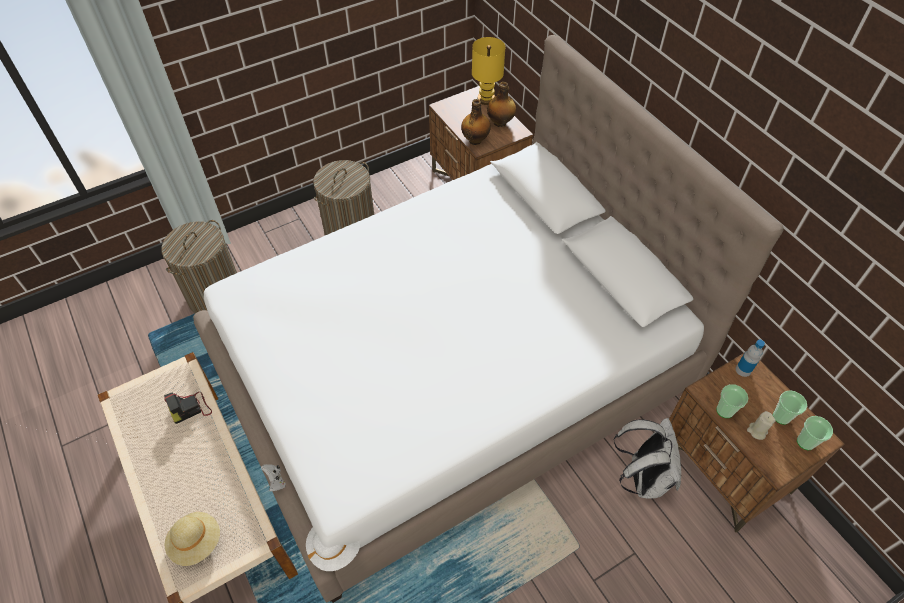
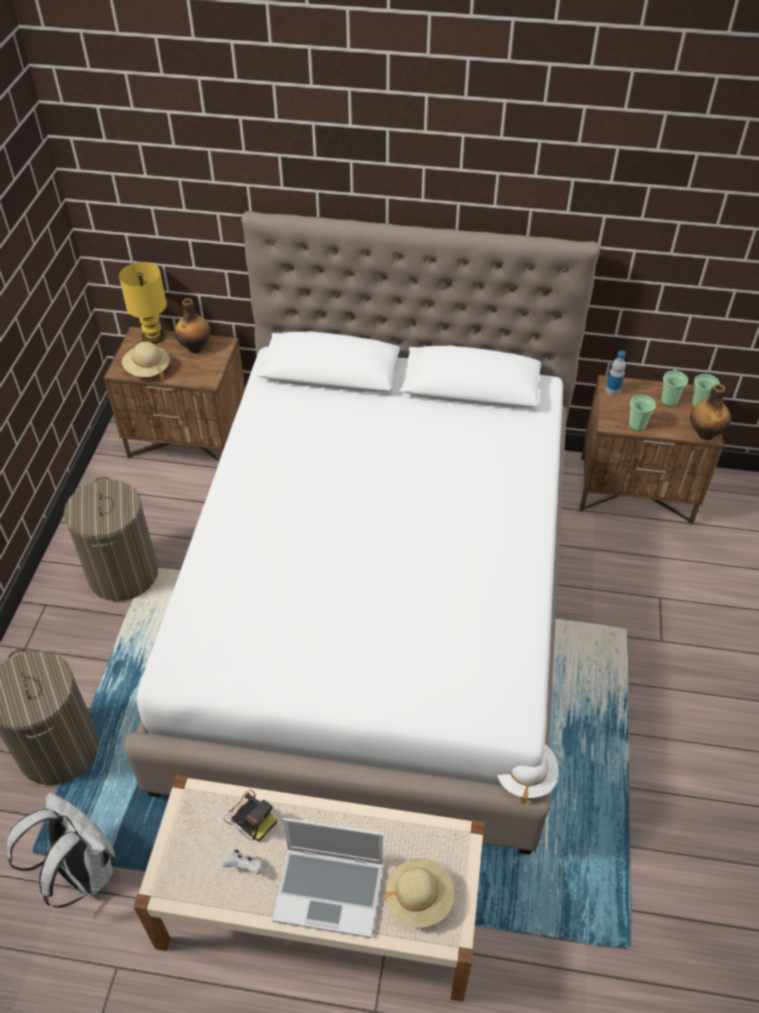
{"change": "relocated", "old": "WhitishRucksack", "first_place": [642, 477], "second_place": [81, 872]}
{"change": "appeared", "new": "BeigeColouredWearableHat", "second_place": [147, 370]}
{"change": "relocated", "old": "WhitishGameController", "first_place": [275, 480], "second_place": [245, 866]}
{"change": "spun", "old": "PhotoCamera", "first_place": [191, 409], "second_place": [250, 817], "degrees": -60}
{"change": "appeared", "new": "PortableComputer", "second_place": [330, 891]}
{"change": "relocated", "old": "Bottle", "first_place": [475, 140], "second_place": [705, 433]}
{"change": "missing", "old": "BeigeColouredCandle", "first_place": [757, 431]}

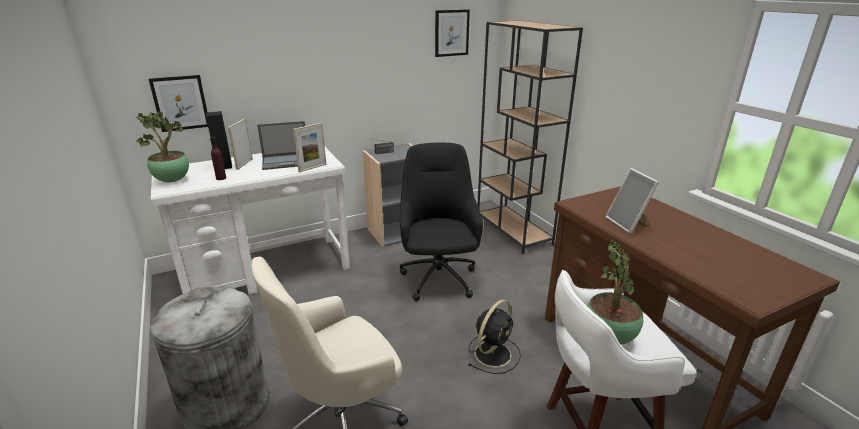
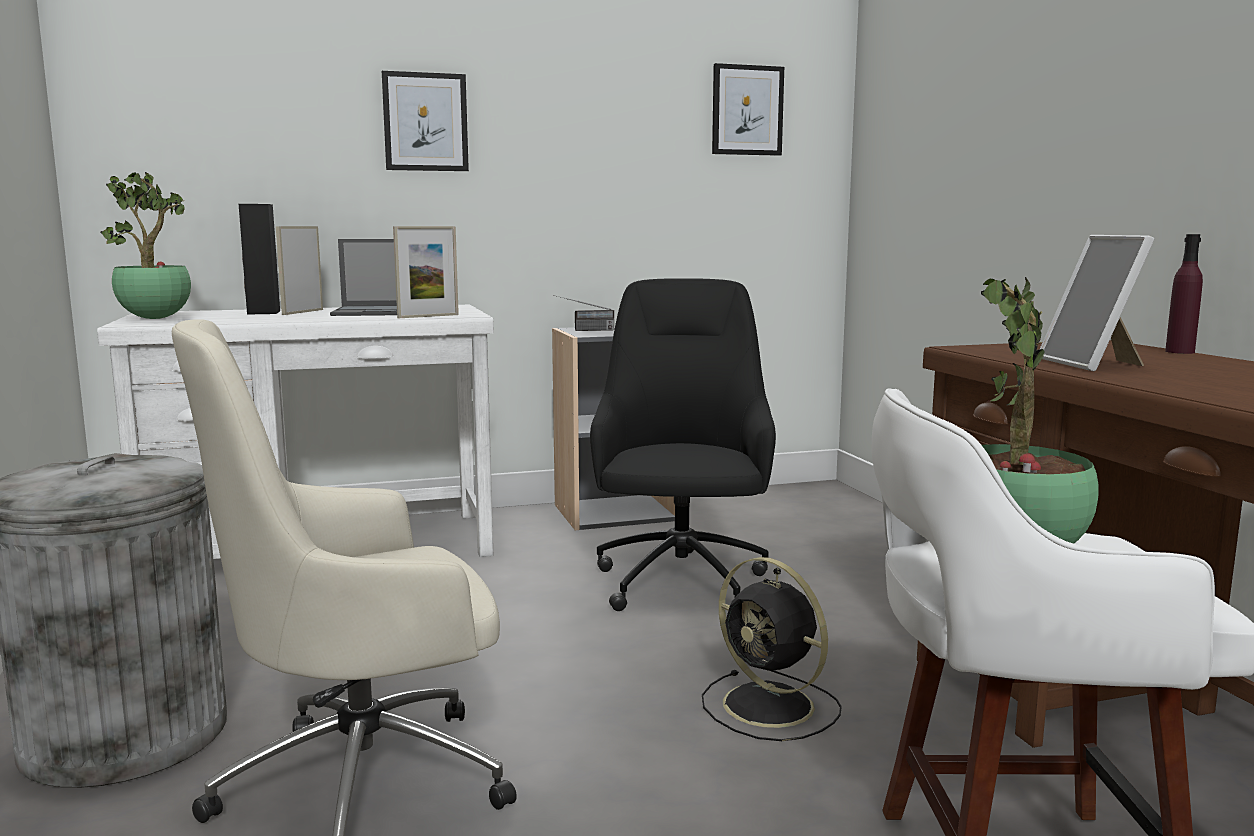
{"change": "relocated", "old": "Picture", "first_place": [180, 103], "second_place": [425, 122]}
{"change": "spun", "old": "BlackishElectricFan", "first_place": [493, 353], "second_place": [771, 707], "degrees": 90}
{"change": "relocated", "old": "PurpleBottle", "first_place": [221, 178], "second_place": [1179, 352]}
{"change": "missing", "old": "ShelvingUnit", "first_place": [514, 231]}

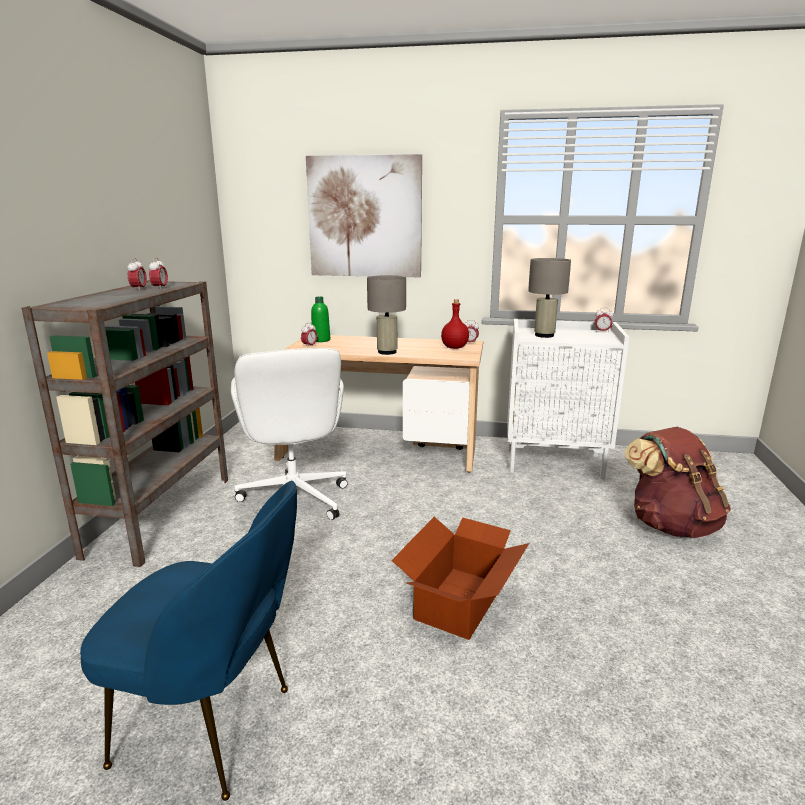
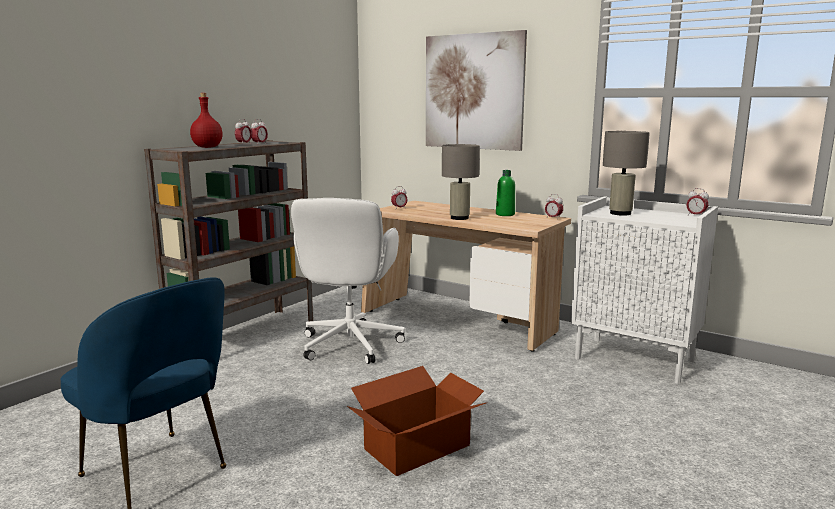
{"change": "relocated", "old": "ReddishBottle", "first_place": [455, 347], "second_place": [207, 147]}
{"change": "relocated", "old": "GreenBottle", "first_place": [321, 340], "second_place": [505, 214]}
{"change": "missing", "old": "BrownColouredRucksack", "first_place": [671, 525]}

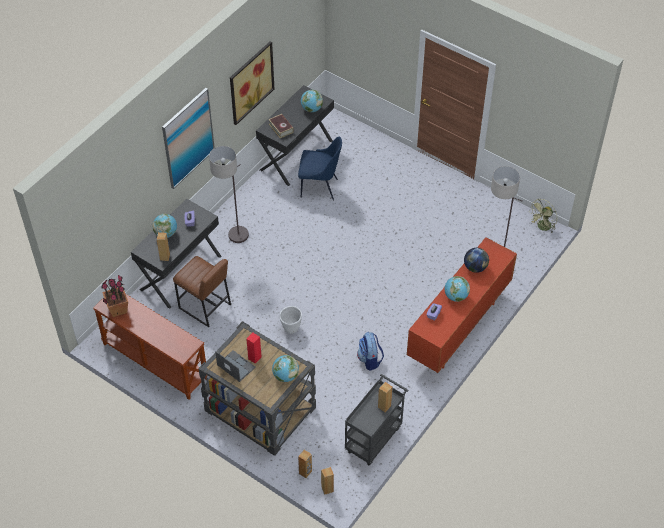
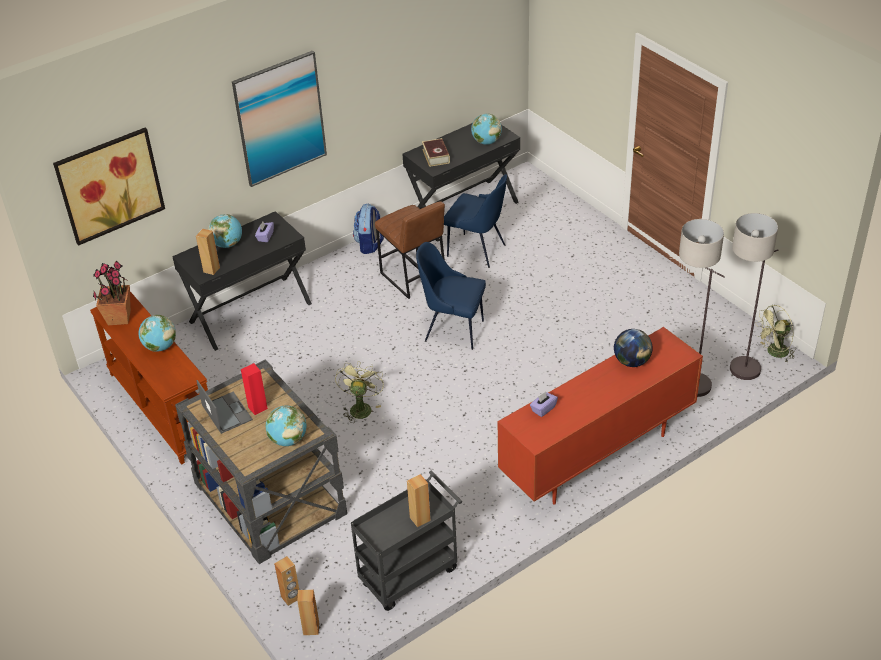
{"change": "relocated", "old": "Picture", "first_place": [251, 82], "second_place": [110, 185]}
{"change": "relocated", "old": "DeskGlobe", "first_place": [456, 296], "second_place": [160, 347]}
{"change": "exchanged", "old": "WhitishFlowerPot", "new": "GreenElectricFan", "first_place": [291, 329], "second_place": [360, 407]}
{"change": "relocated", "old": "Rucksack", "first_place": [370, 359], "second_place": [369, 245]}
{"change": "relocated", "old": "BrownColouredUprightChair", "first_place": [205, 306], "second_place": [414, 277]}
{"change": "appeared", "new": "BlueUprightChair", "second_place": [453, 331]}
{"change": "relocated", "old": "GrayFloorLamp", "first_place": [233, 238], "second_place": [737, 372]}

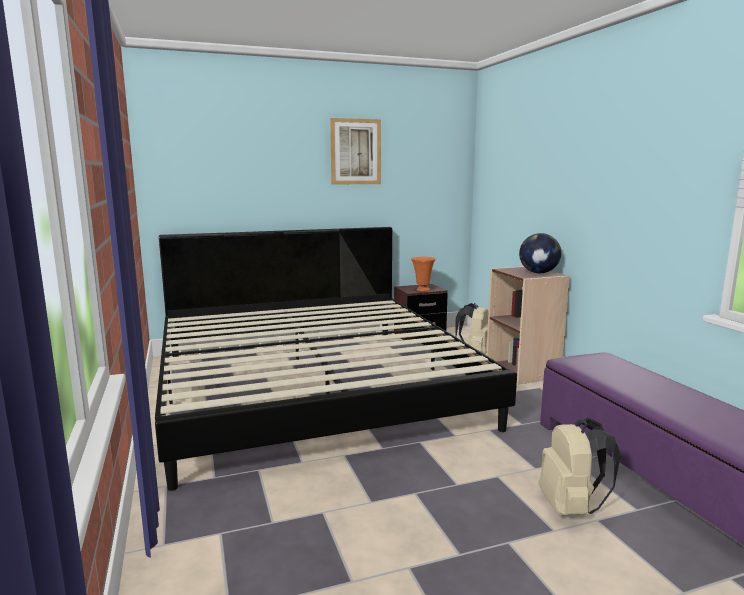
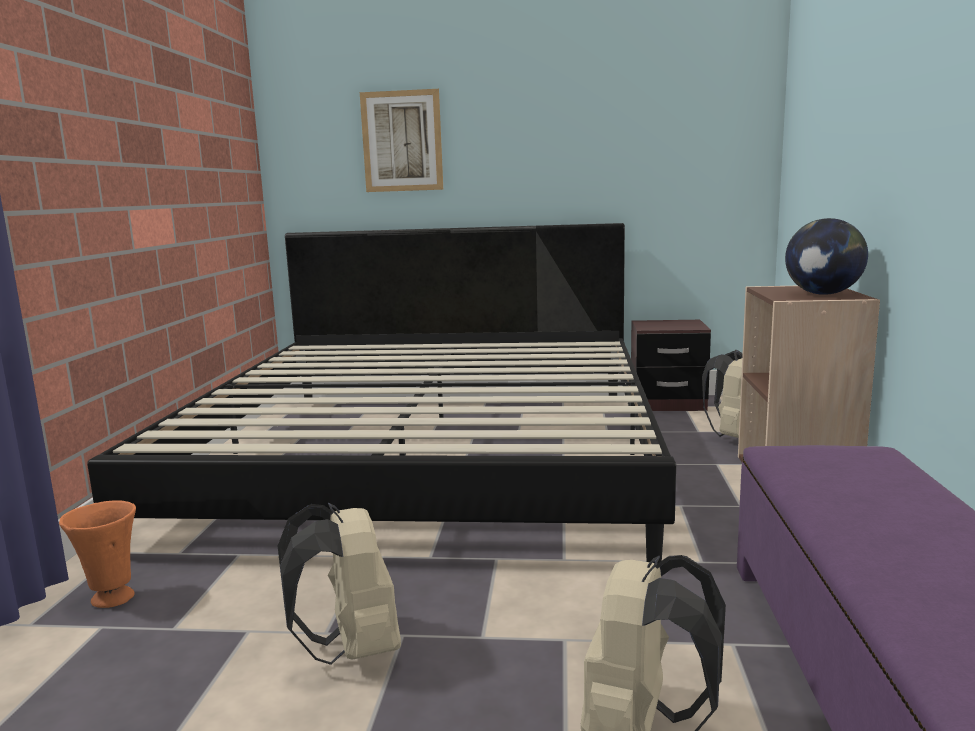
{"change": "relocated", "old": "OrangeFlowerVase", "first_place": [422, 290], "second_place": [111, 598]}
{"change": "appeared", "new": "BeigeColouredRucksack", "second_place": [351, 649]}
{"change": "relocated", "old": "Picture", "first_place": [355, 152], "second_place": [402, 141]}

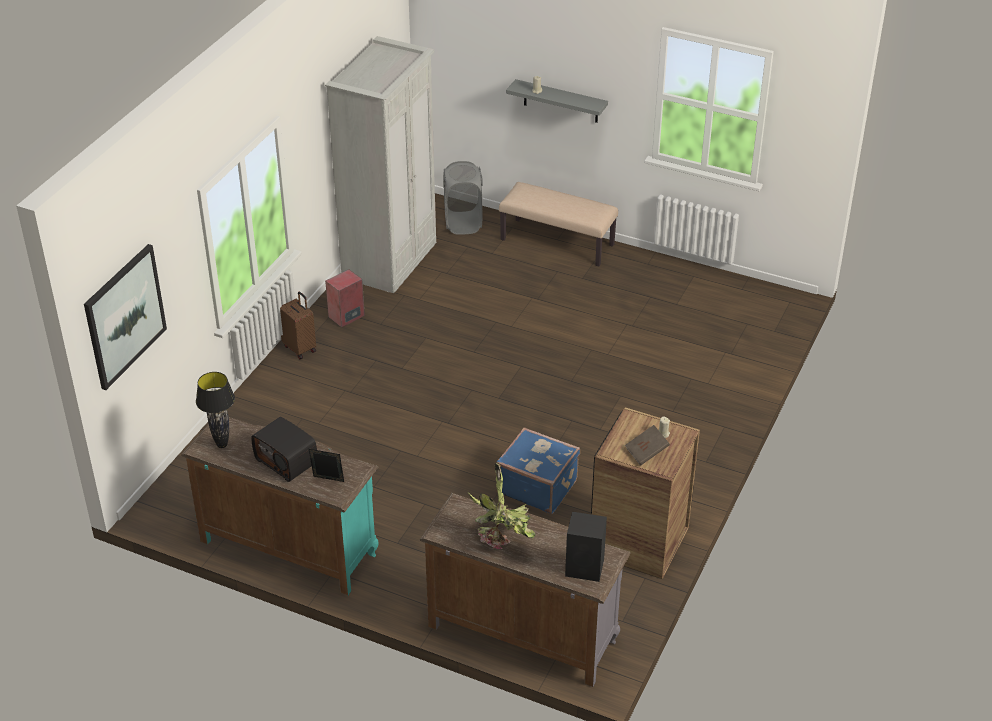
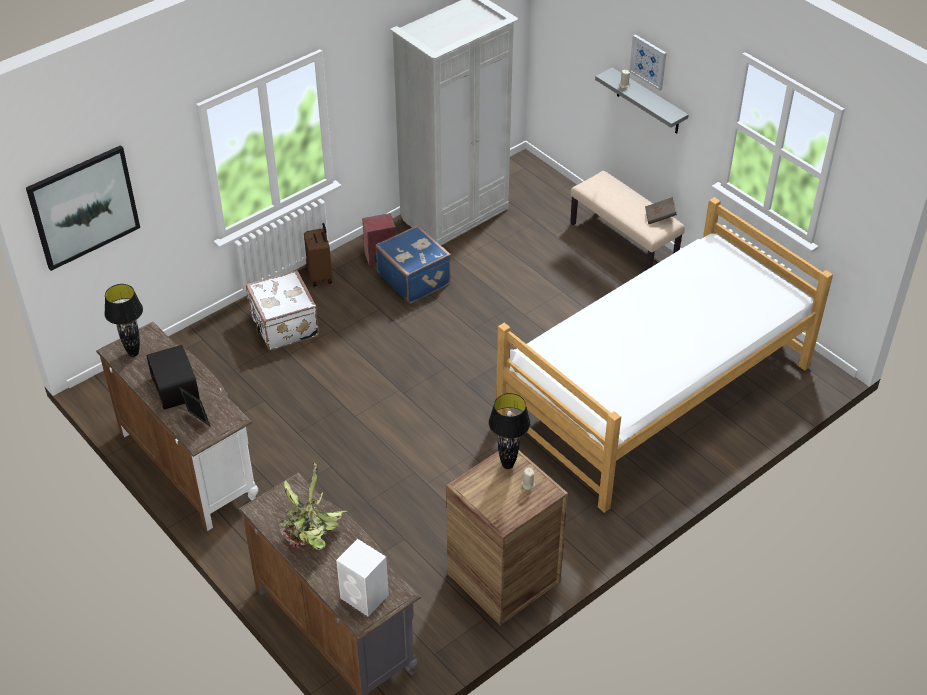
{"change": "colour", "old": "TurquoiseColouredChestOfDrawers", "new": "WhitishChestOfDrawers", "first_place": [289, 545], "second_place": [189, 463]}
{"change": "appeared", "new": "WhitishSuitcase", "second_place": [283, 326]}
{"change": "colour", "old": "BlackishAudioSpeaker", "new": "WhitishAudioSpeaker", "first_place": [585, 568], "second_place": [365, 597]}
{"change": "relocated", "old": "BlueSuitcase", "first_place": [537, 486], "second_place": [414, 278]}
{"change": "appeared", "new": "BlackishTabletopLamp", "second_place": [508, 465]}
{"change": "appeared", "new": "SleepingBed", "second_place": [656, 392]}
{"change": "appeared", "new": "Picture", "second_place": [648, 62]}
{"change": "relocated", "old": "BrownColouredVolume", "first_place": [646, 452], "second_place": [660, 217]}
{"change": "missing", "old": "GrayLaundryBasket", "first_place": [463, 223]}

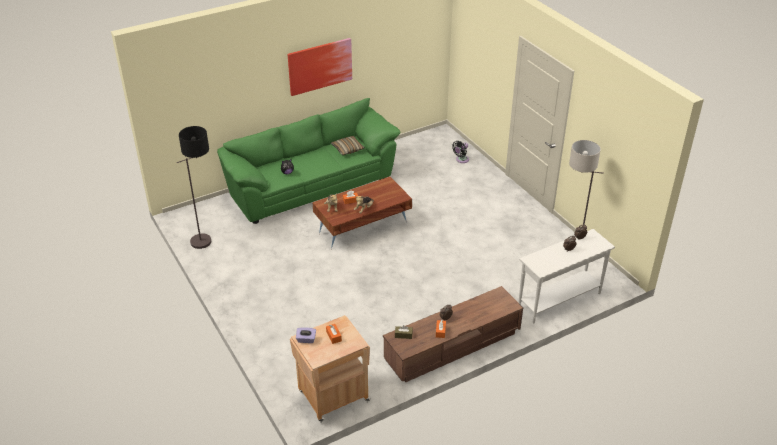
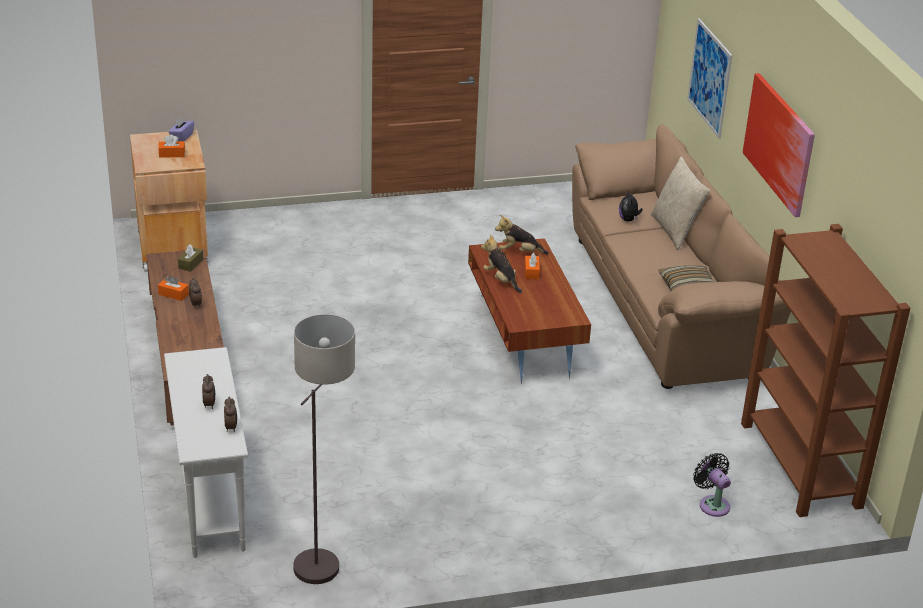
{"change": "colour", "old": "GreenSofa", "new": "BeigeColouredSofa", "first_place": [312, 188], "second_place": [664, 306]}
{"change": "appeared", "new": "BeigeColouredPillow", "second_place": [675, 231]}
{"change": "appeared", "new": "Picture", "second_place": [709, 78]}
{"change": "appeared", "new": "BrownColouredShelvingUnit", "second_place": [800, 465]}
{"change": "missing", "old": "BlackishFloorLamp", "first_place": [206, 240]}

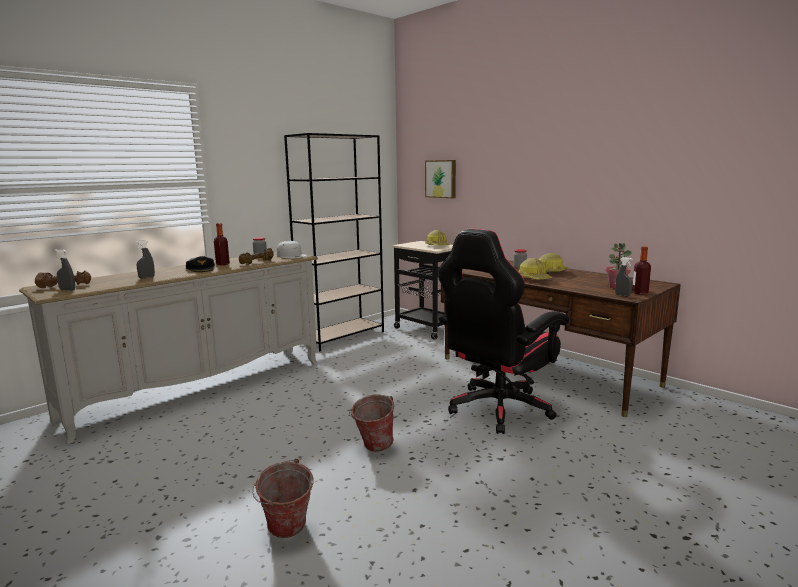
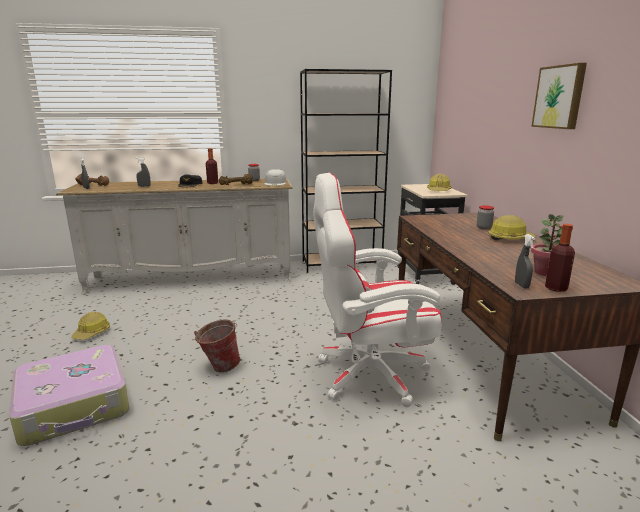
{"change": "exchanged", "old": "WaterBucket", "new": "Suitcase", "first_place": [286, 532], "second_place": [75, 406]}
{"change": "relocated", "old": "SafetyHelmet", "first_place": [533, 279], "second_place": [92, 333]}
{"change": "colour", "old": "BlackishDeskChair", "new": "WhitishDeskChair", "first_place": [499, 408], "second_place": [372, 374]}
{"change": "relocated", "old": "Picture", "first_place": [441, 179], "second_place": [560, 97]}

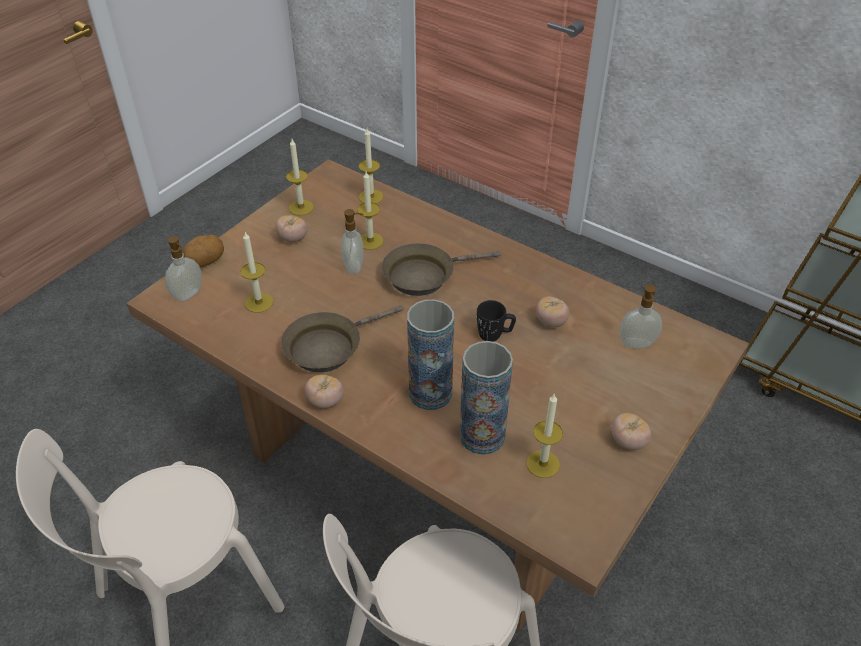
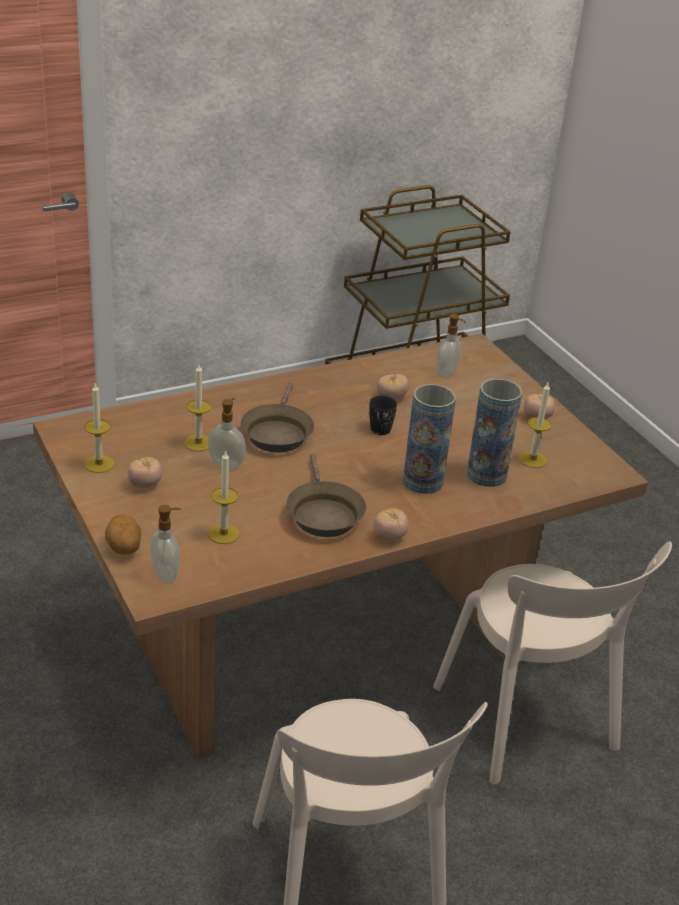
{"change": "missing", "old": "Candle", "first_place": [371, 197]}

